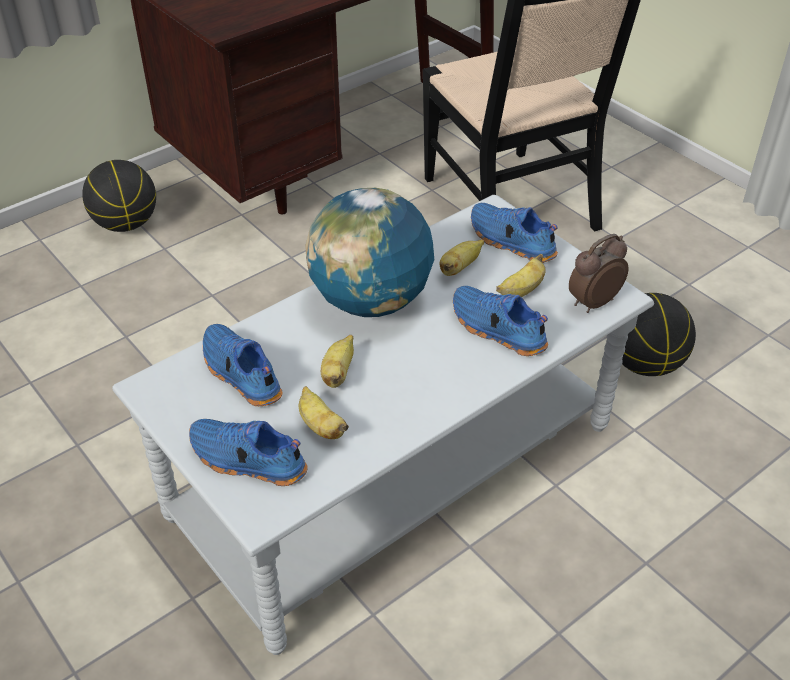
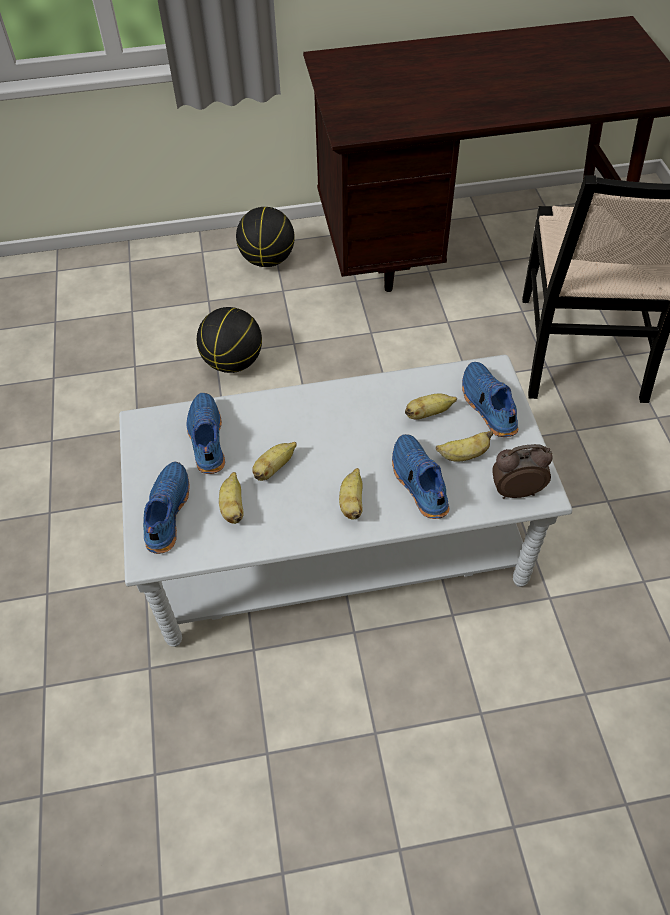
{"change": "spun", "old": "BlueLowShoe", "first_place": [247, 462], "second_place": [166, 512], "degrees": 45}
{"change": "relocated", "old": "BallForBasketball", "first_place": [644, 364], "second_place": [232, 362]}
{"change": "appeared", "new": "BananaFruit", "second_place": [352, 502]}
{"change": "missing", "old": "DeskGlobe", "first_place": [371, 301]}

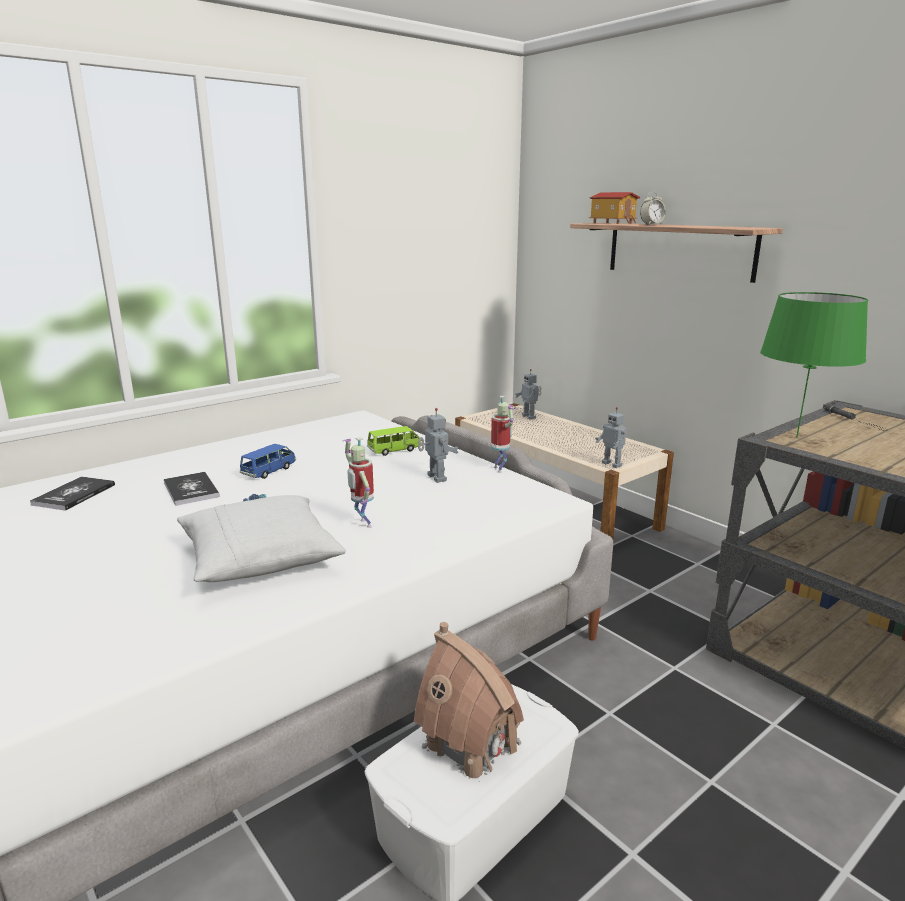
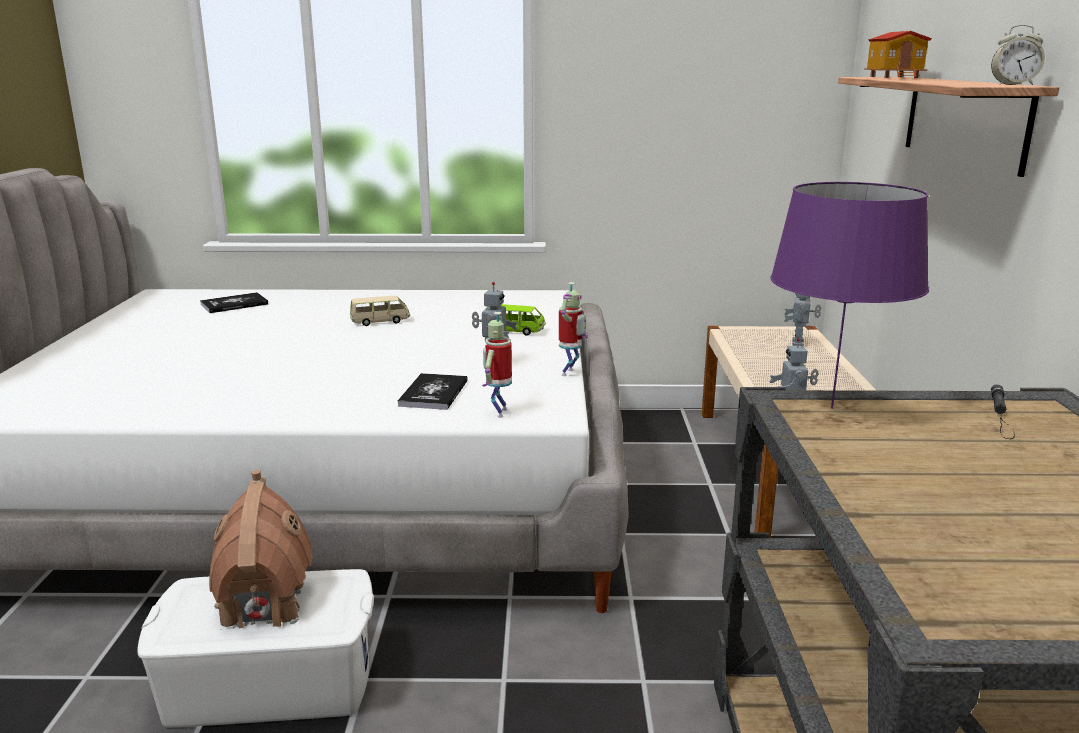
{"change": "colour", "old": "BlueModelCar", "new": "BeigeColouredModelCar", "first_place": [269, 471], "second_place": [380, 321]}
{"change": "relocated", "old": "Volume", "first_place": [191, 490], "second_place": [434, 393]}
{"change": "relocated", "old": "ModelRobot", "first_place": [362, 524], "second_place": [498, 412]}
{"change": "colour", "old": "GreenTabletopLamp", "new": "PurpleTabletopLamp", "first_place": [797, 437], "second_place": [831, 408]}
{"change": "relocated", "old": "AlarmClock", "first_place": [651, 224], "second_place": [1013, 85]}
{"change": "missing", "old": "GrayPillow", "first_place": [261, 559]}

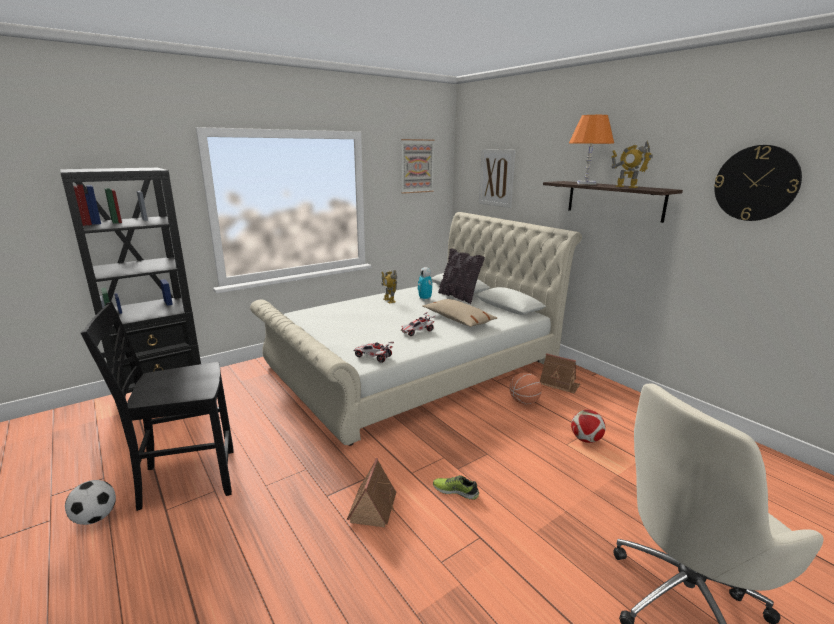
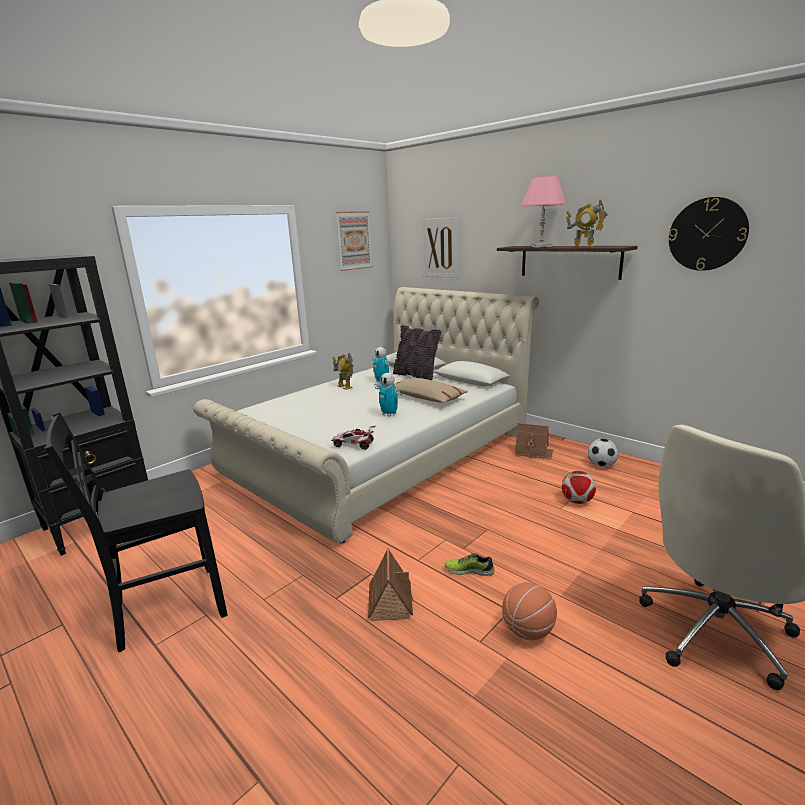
{"change": "exchanged", "old": "ModelCar", "new": "ModelRobot", "first_place": [417, 331], "second_place": [389, 414]}
{"change": "relocated", "old": "BallForBasketball", "first_place": [524, 401], "second_place": [527, 631]}
{"change": "colour", "old": "OrangeTabletopLamp", "new": "PinkColouredTabletopLamp", "first_place": [586, 183], "second_place": [541, 246]}
{"change": "relocated", "old": "BallForFootball", "first_place": [96, 518], "second_place": [601, 465]}

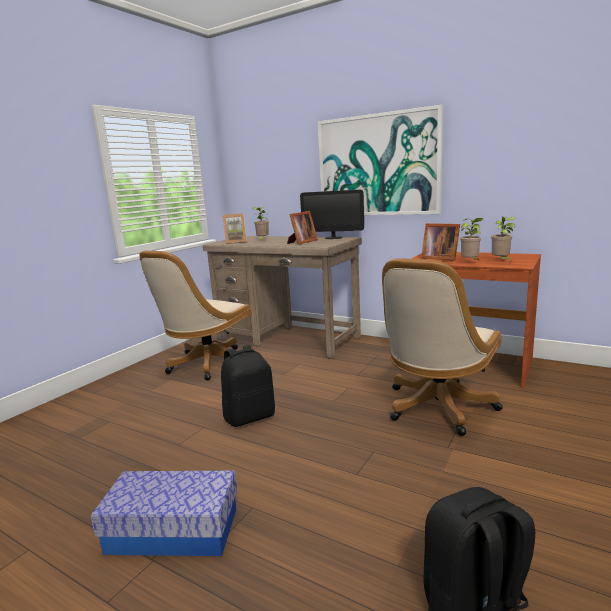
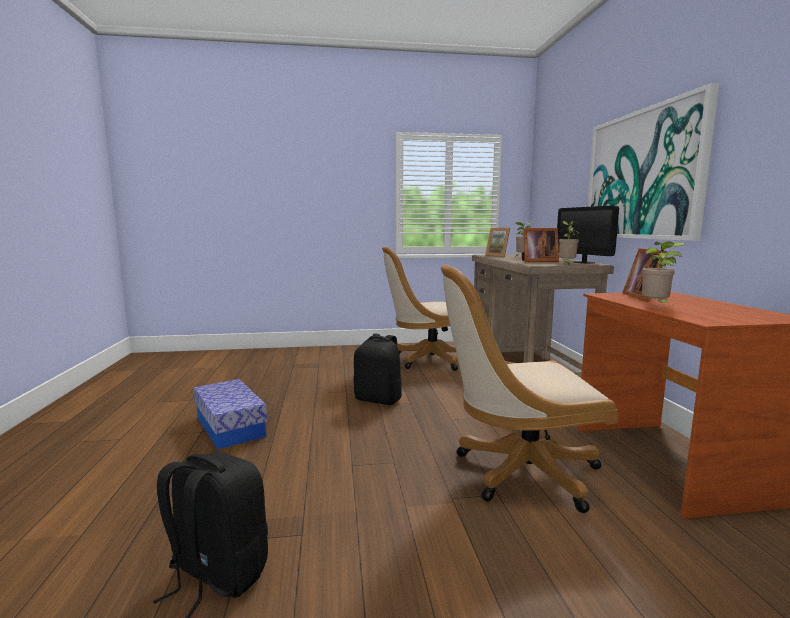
{"change": "relocated", "old": "PlantInAPot", "first_place": [501, 261], "second_place": [566, 264]}

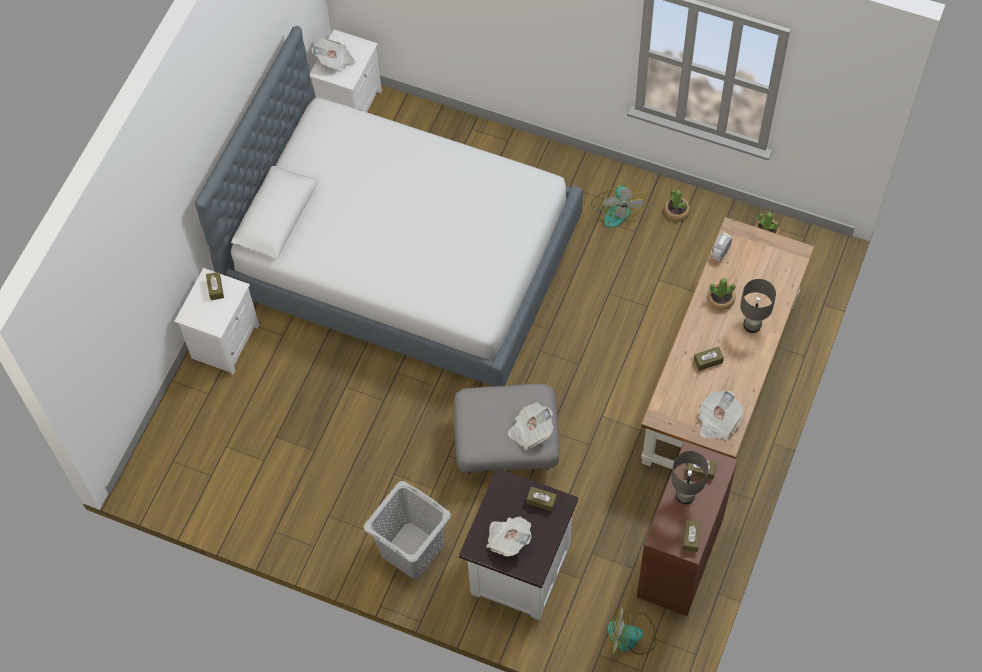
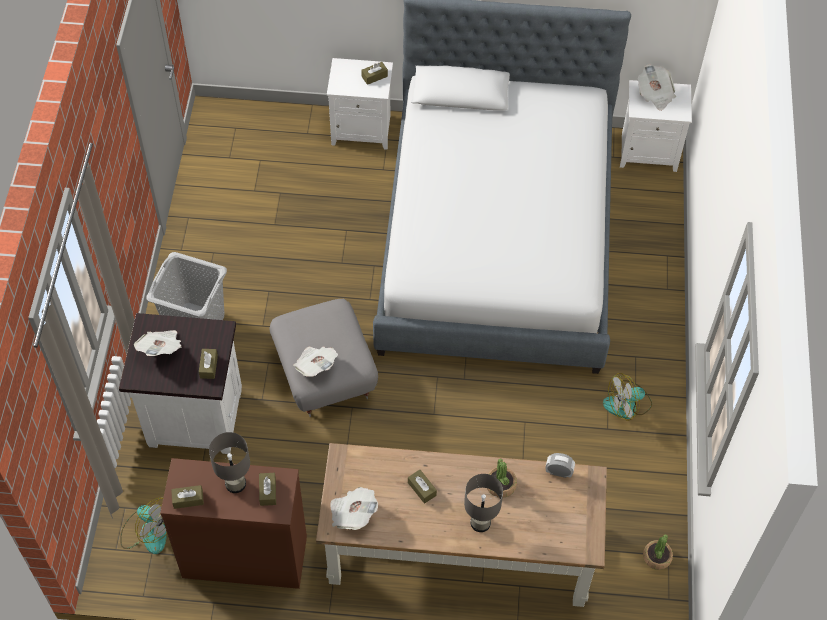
{"change": "spun", "old": "ElectricFan", "first_place": [630, 637], "second_place": [148, 531], "degrees": 135}
{"change": "missing", "old": "PlantInAPot", "first_place": [676, 211]}

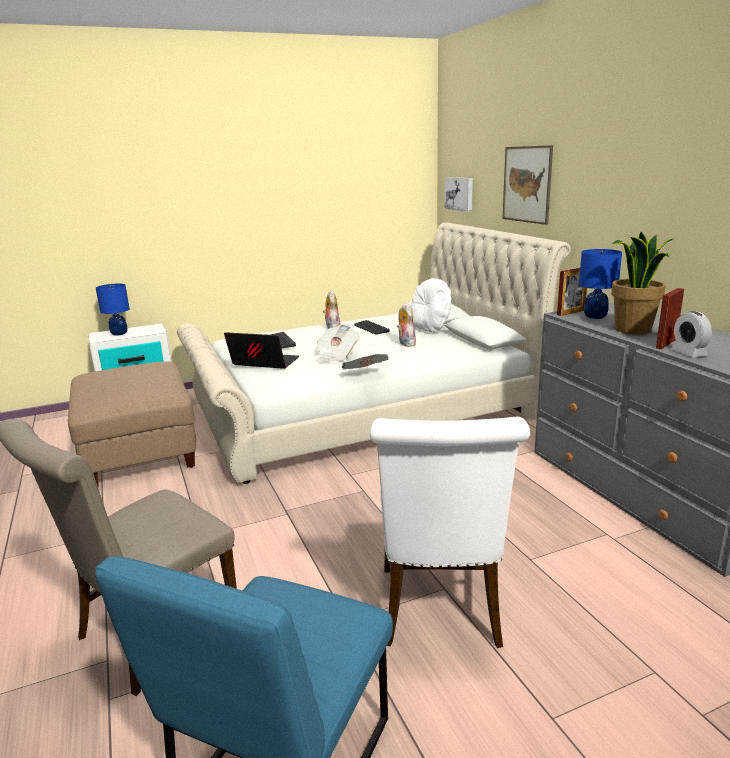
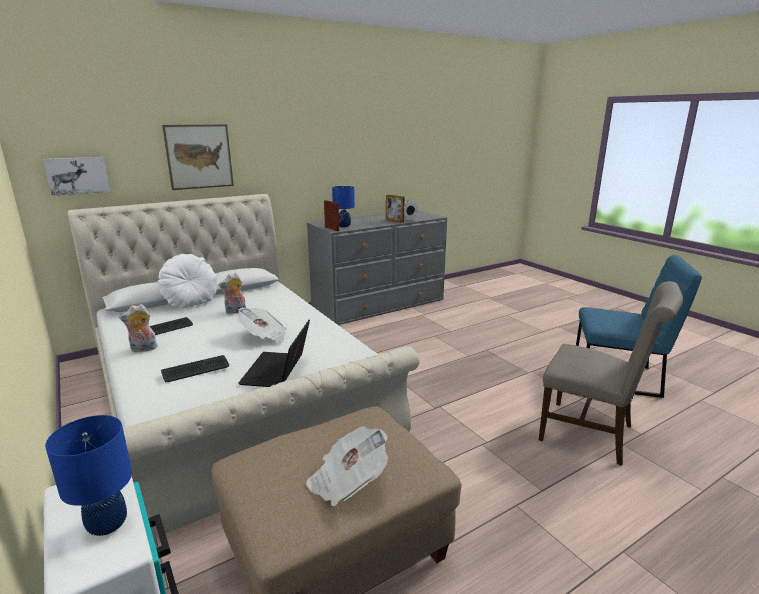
{"change": "relocated", "old": "PrintedPaper", "first_place": [365, 375], "second_place": [347, 481]}
{"change": "missing", "old": "WhitishUprightChair", "first_place": [441, 611]}
{"change": "missing", "old": "PlantInAPot", "first_place": [633, 330]}

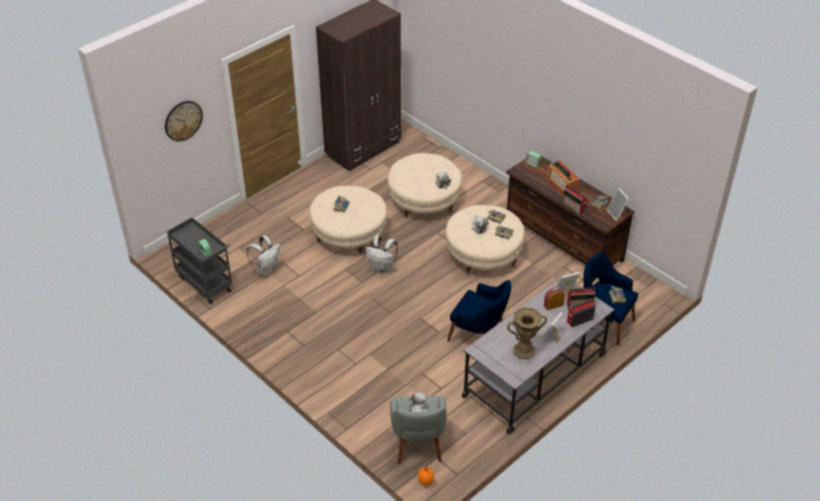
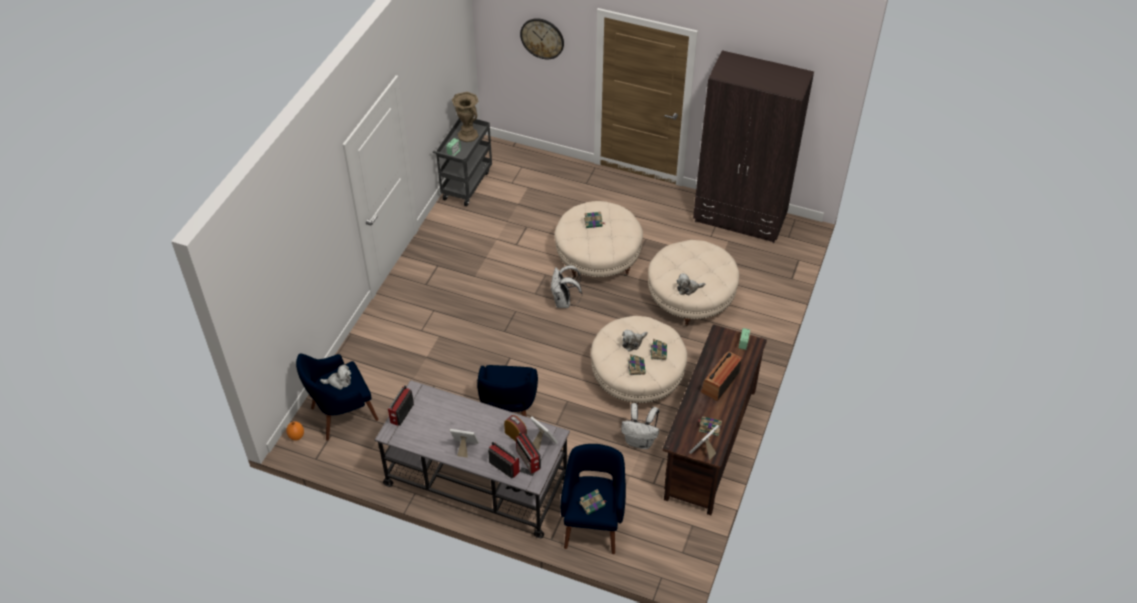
{"change": "colour", "old": "GrayEasyChair", "new": "BlueEasyChair", "first_place": [418, 443], "second_place": [342, 414]}
{"change": "relocated", "old": "RadioReceiver", "first_place": [574, 207], "second_place": [401, 413]}
{"change": "relocated", "old": "BrownColouredFlowerVase", "first_place": [524, 350], "second_place": [467, 135]}
{"change": "relocated", "old": "WhitishRucksack", "first_place": [266, 270], "second_place": [640, 441]}

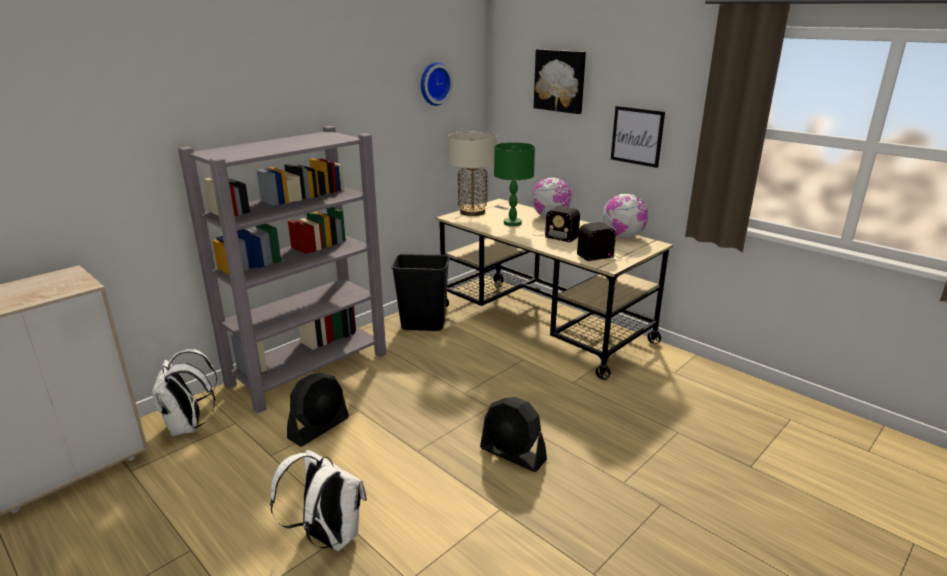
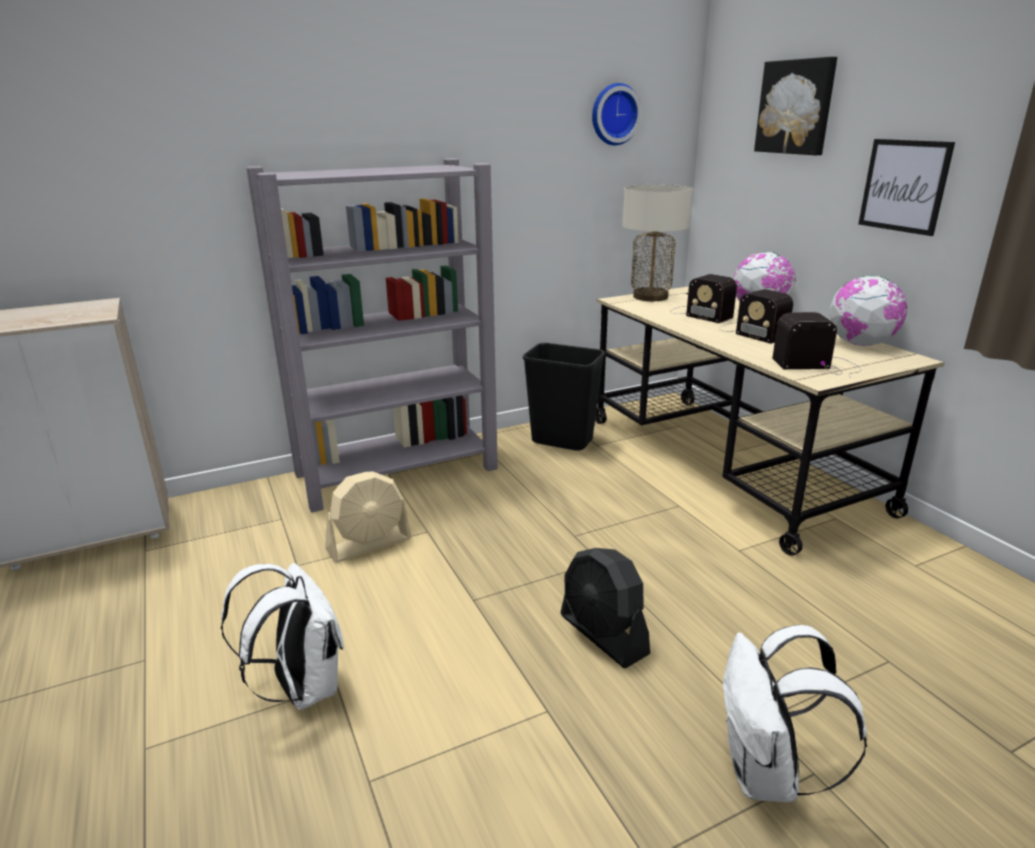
{"change": "colour", "old": "BlackishElectricFan", "new": "BeigeColouredElectricFan", "first_place": [319, 428], "second_place": [369, 544]}
{"change": "exchanged", "old": "GreenTabletopLamp", "new": "RadioReceiver", "first_place": [512, 223], "second_place": [698, 313]}
{"change": "relocated", "old": "WhitishRucksack", "first_place": [188, 426], "second_place": [766, 775]}

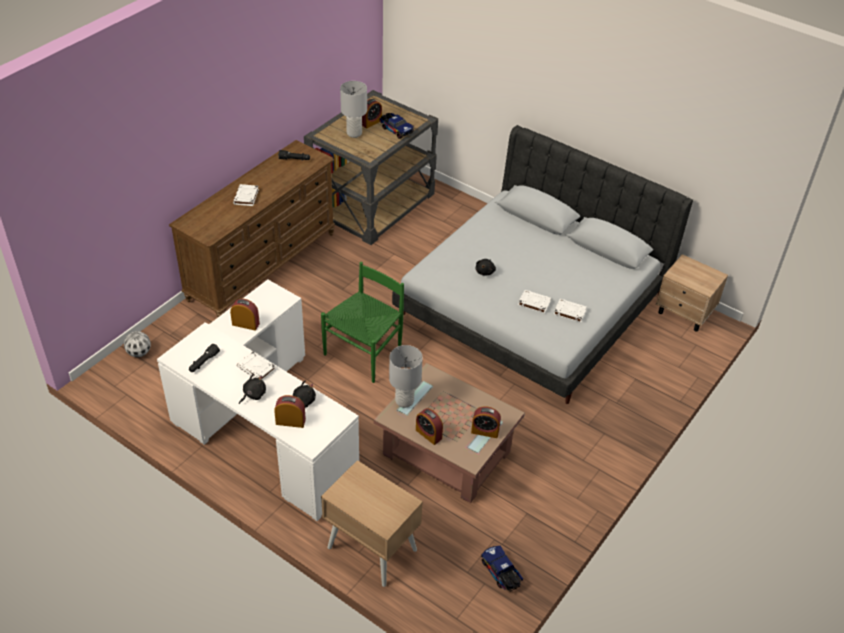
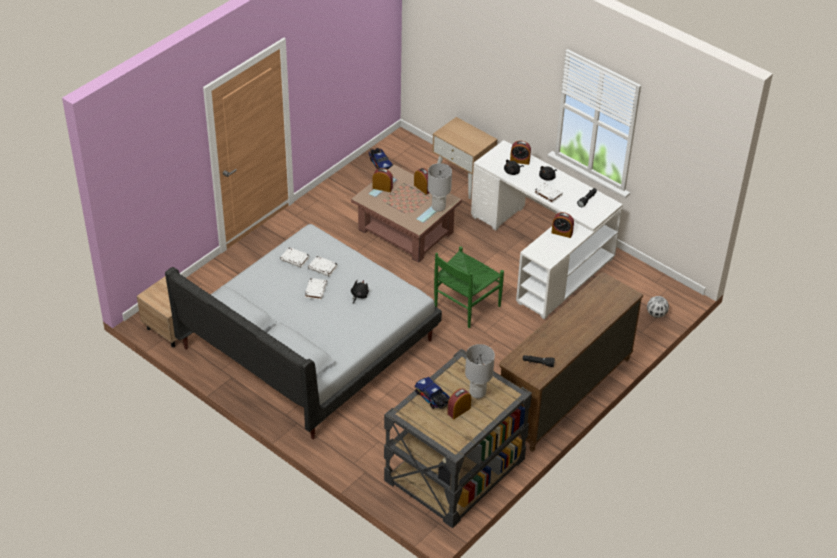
{"change": "relocated", "old": "WhitishVolume", "first_place": [246, 197], "second_place": [315, 290]}

